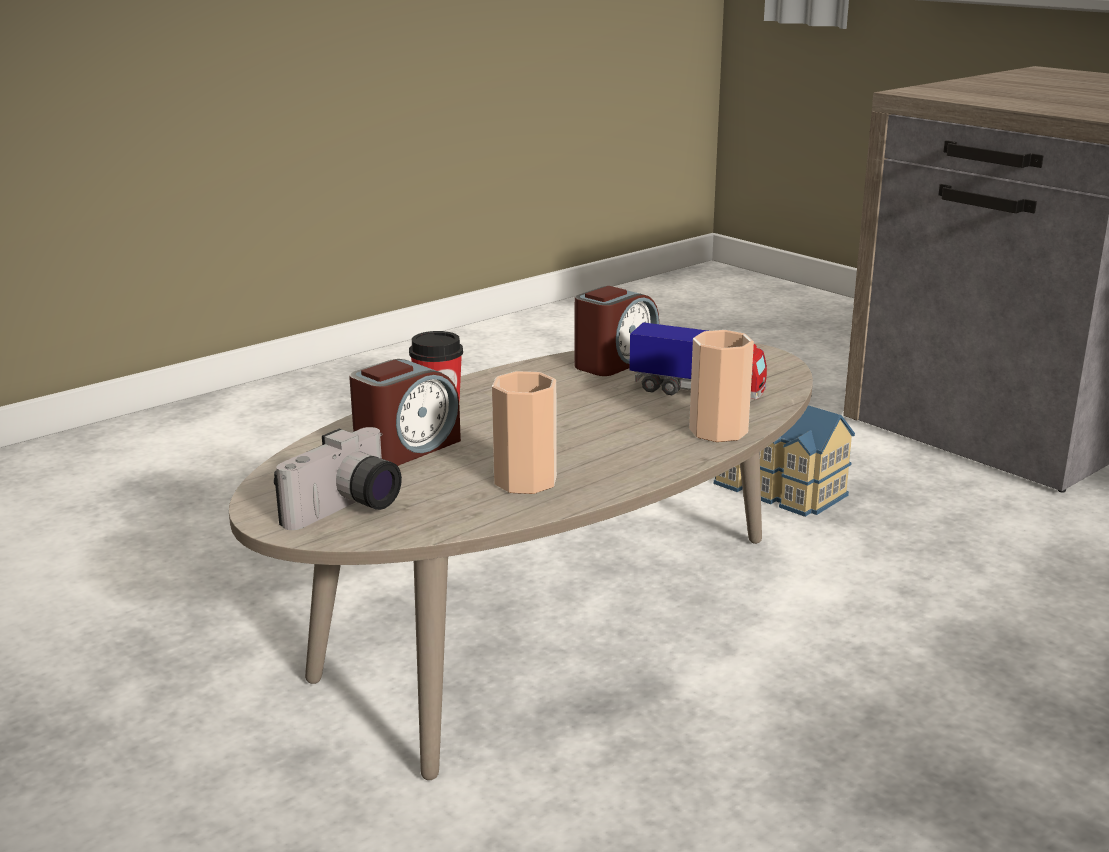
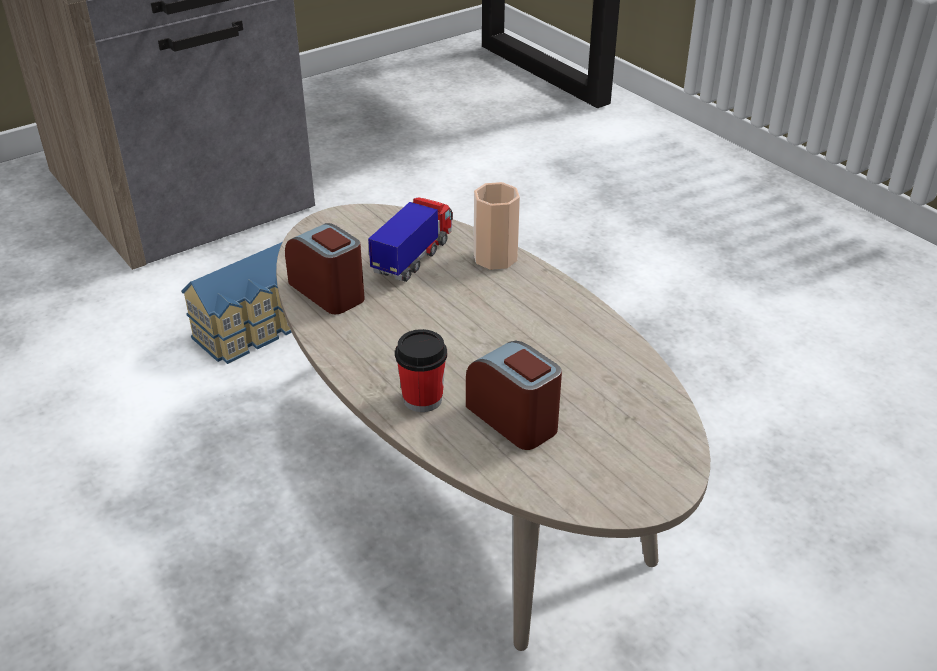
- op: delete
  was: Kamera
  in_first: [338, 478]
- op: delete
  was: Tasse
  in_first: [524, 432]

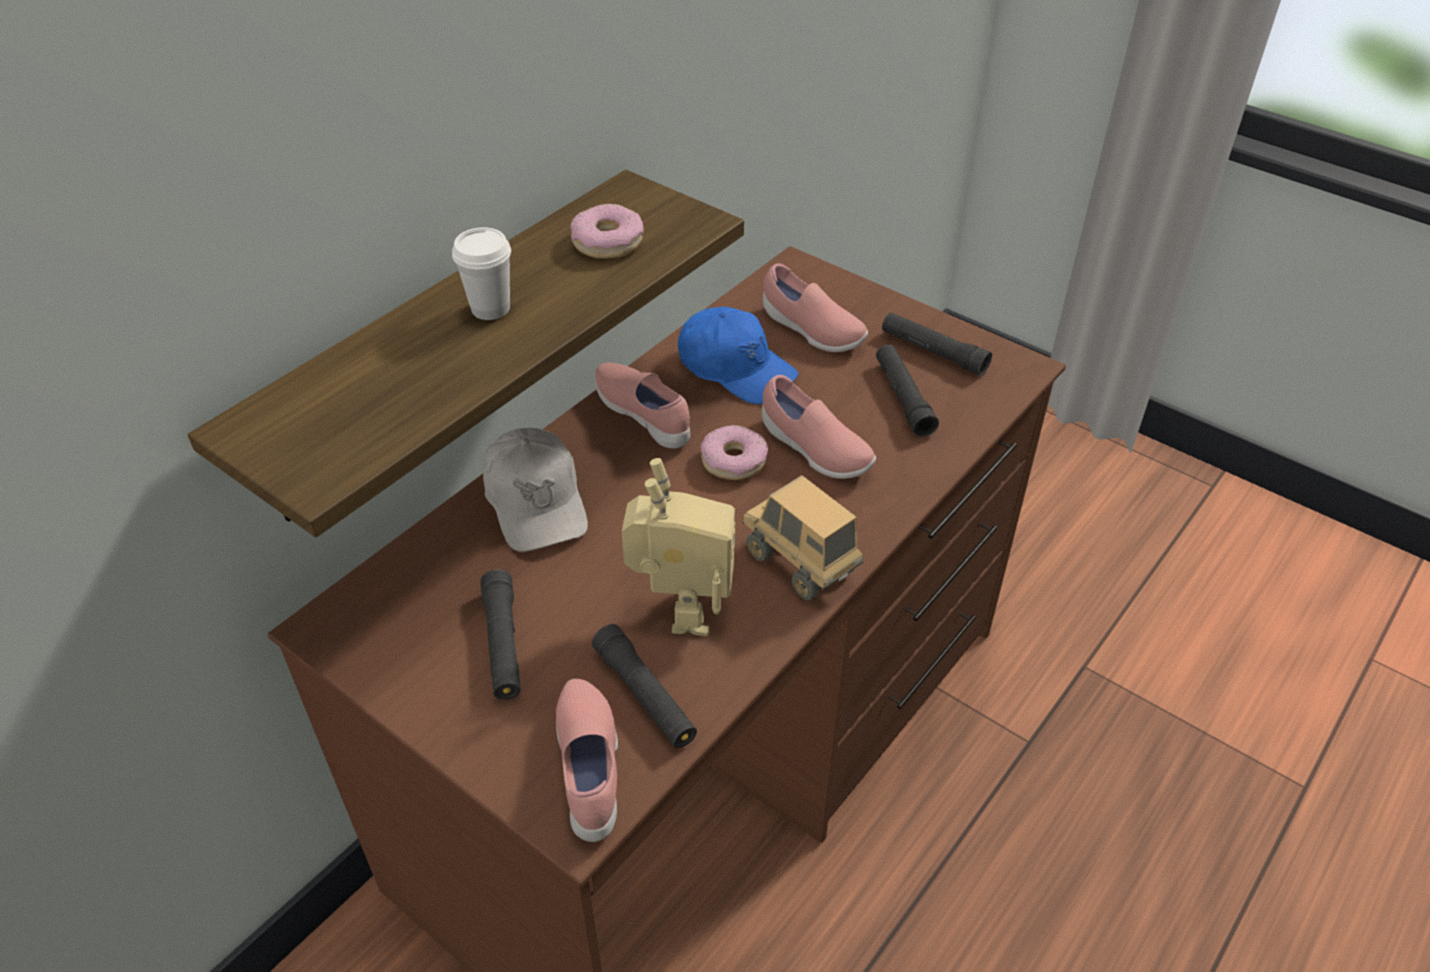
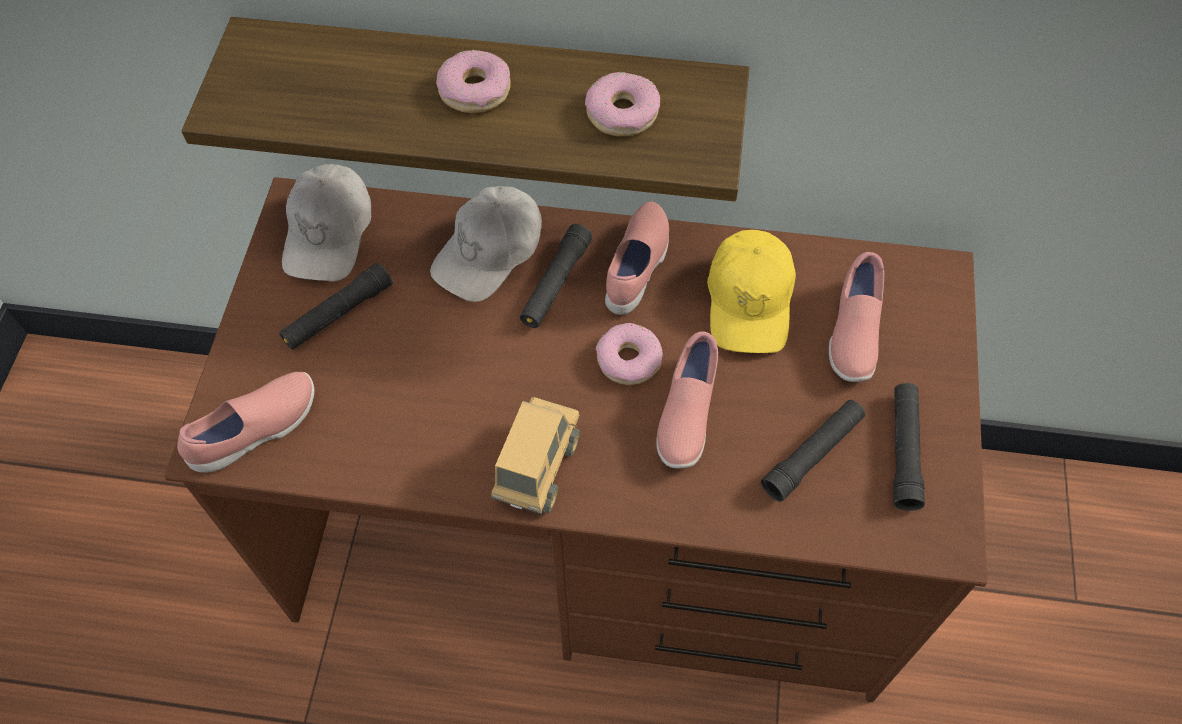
- op: replace
  was: Tasse/weiß
  now: Donut
  in_first: [481, 273]
  in_second: [473, 81]
- op: move
  was: Taschenlampe/schwarz
  in_first: [644, 686]
  in_second: [556, 276]
- op: delete
  was: Spielzeugroboter
  in_first: [678, 547]
- op: recolor
  was: Kappe/blau
  now: Kappe/gelb
  in_first: [738, 355]
  in_second: [751, 291]
- op: insert
  now: Kappe/weiß
  in_second: [326, 222]

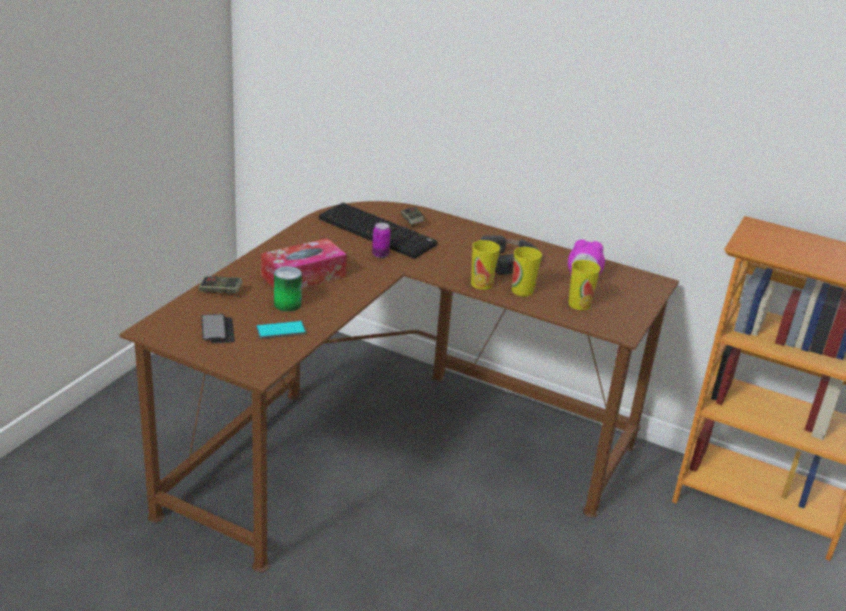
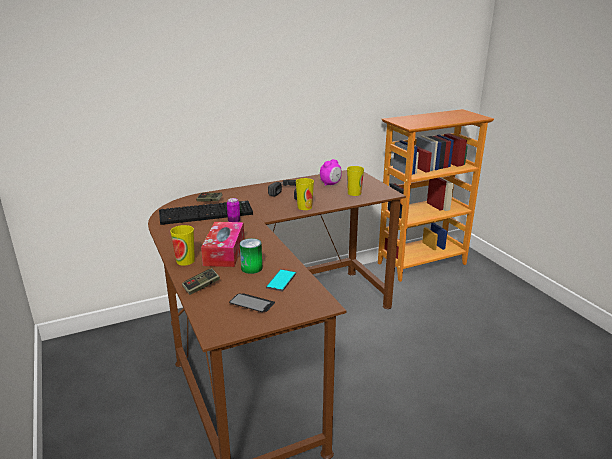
- op: move
  was: Tasse
  in_first: [527, 272]
  in_second: [182, 245]

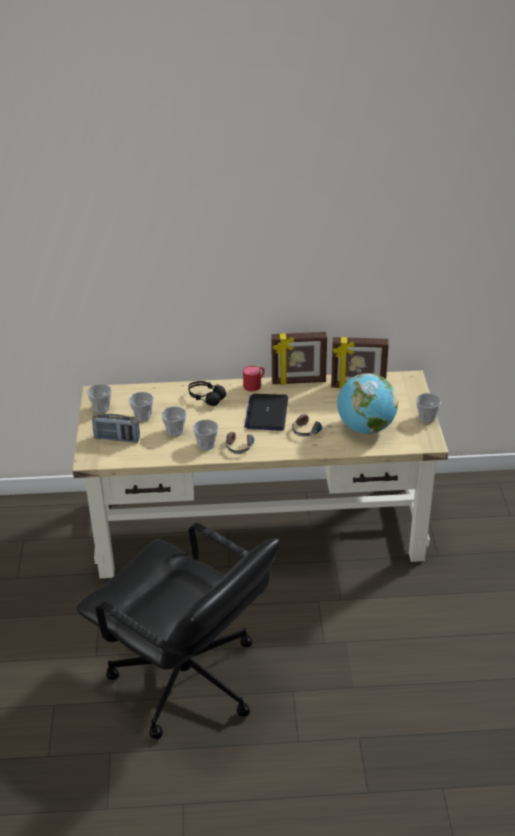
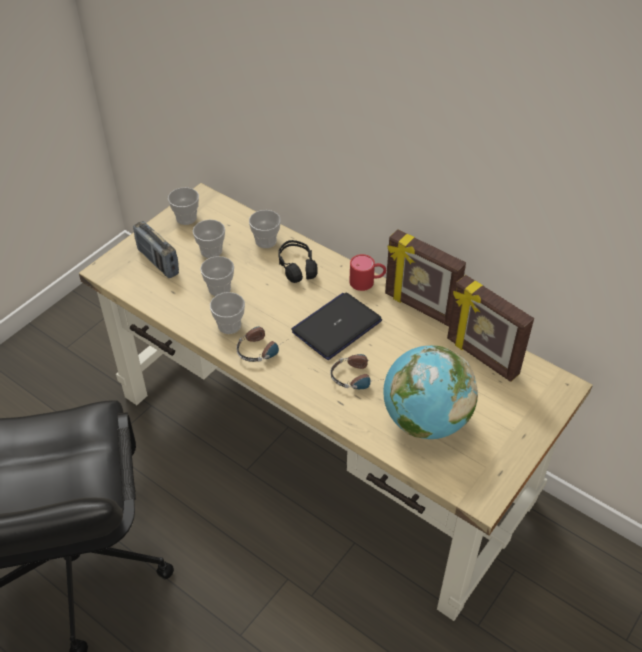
- op: move
  was: Tasse
  in_first: [428, 408]
  in_second: [265, 229]

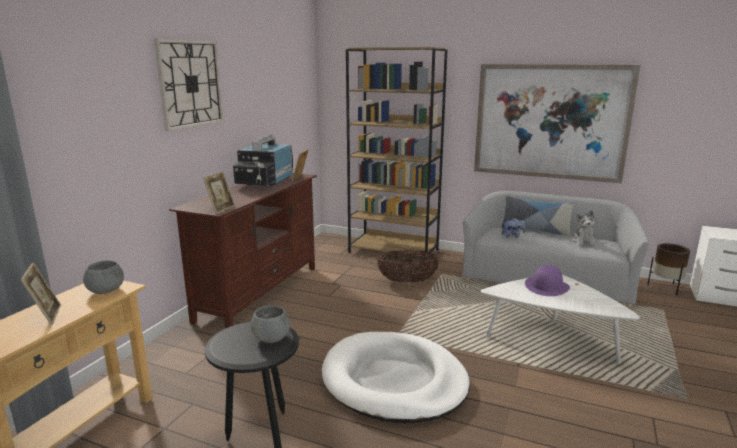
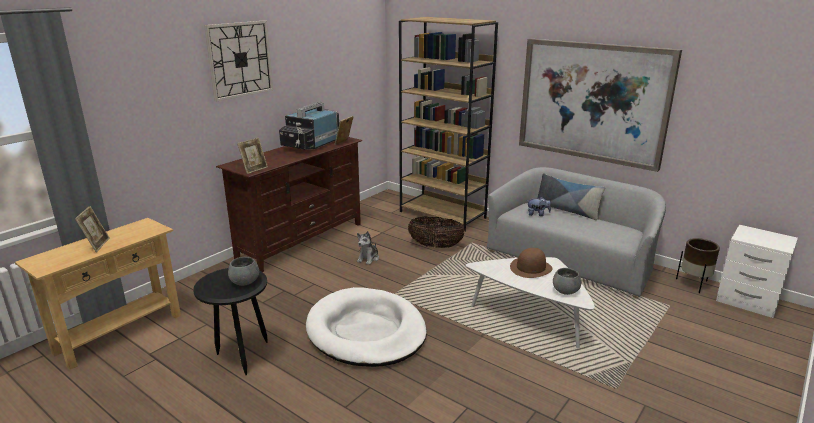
- op: move
  was: Schüssel/grau
  in_first: [103, 277]
  in_second: [567, 281]
- op: recolor
  was: Hut/lila
  now: Hut/braun
  in_first: [547, 280]
  in_second: [531, 263]
- op: move
  was: Plüschtier
  in_first: [584, 228]
  in_second: [368, 248]

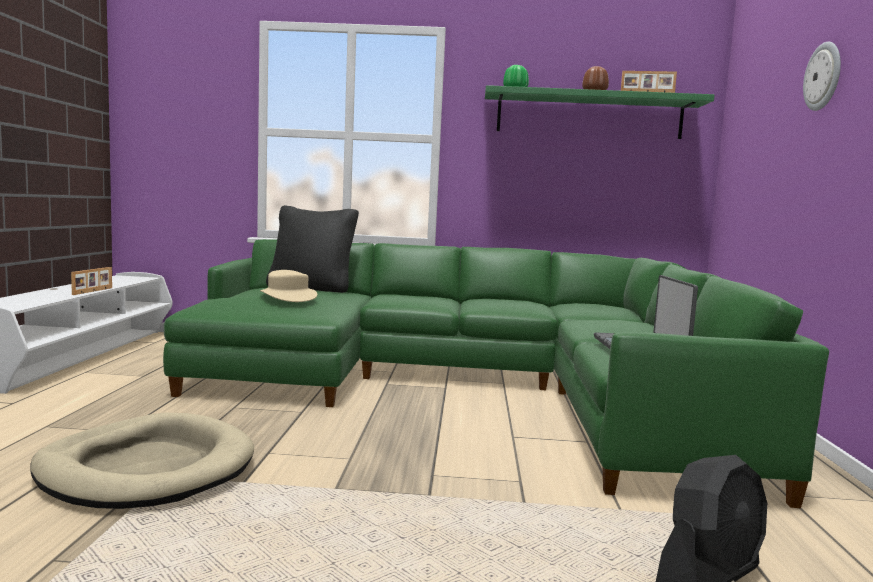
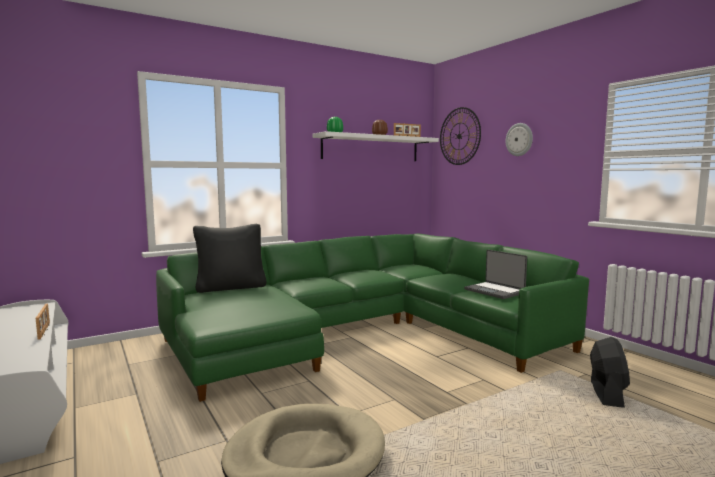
- op: delete
  was: Hut/beige
  in_first: [288, 286]
- op: recolor
  was: Wandregal/grün
  now: Wandregal/weiß
  in_first: [599, 112]
  in_second: [375, 146]
- op: insert
  now: Wanduhr
  in_second: [460, 136]

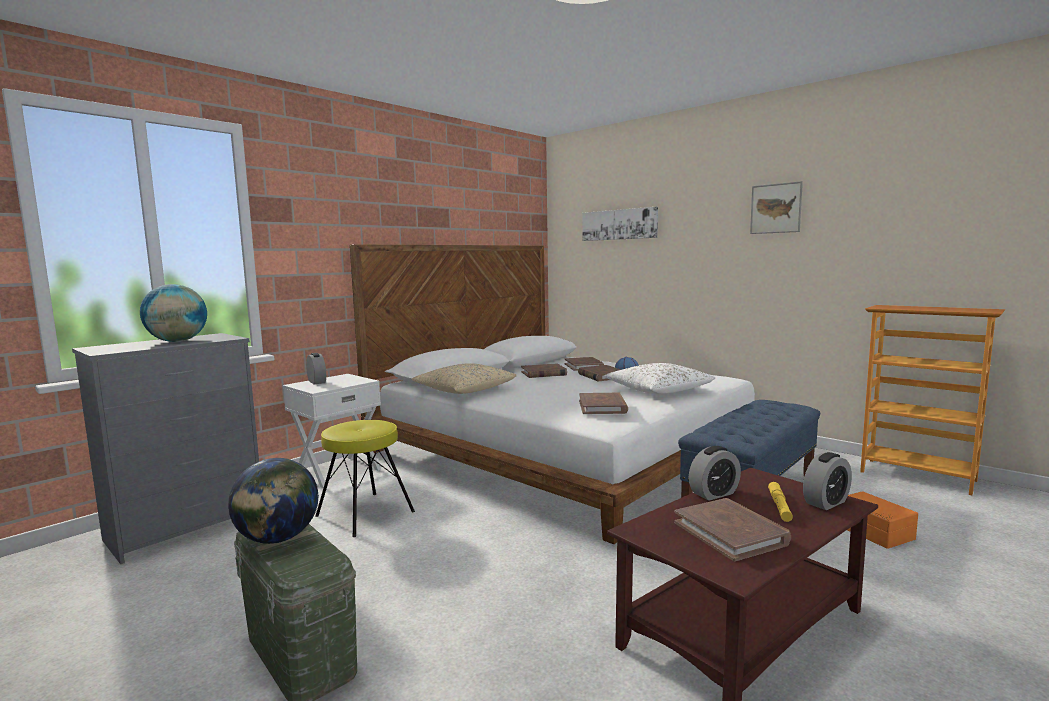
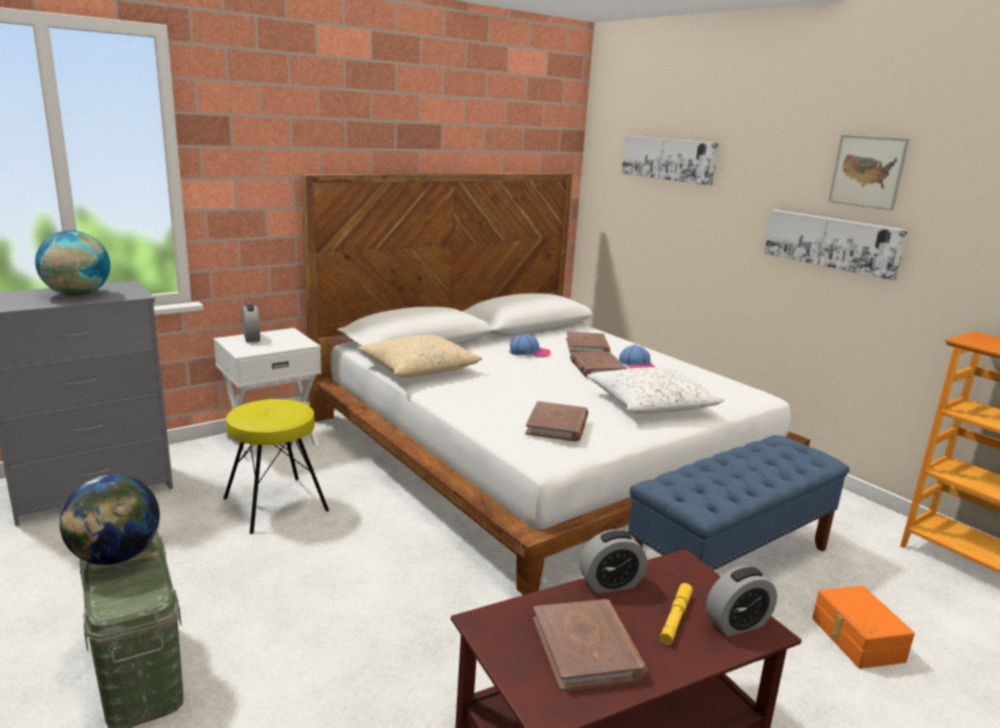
- op: replace
  was: Buch/braun
  now: Kappe
  in_first: [544, 371]
  in_second: [530, 345]
- op: insert
  now: Bild
  in_second: [836, 245]

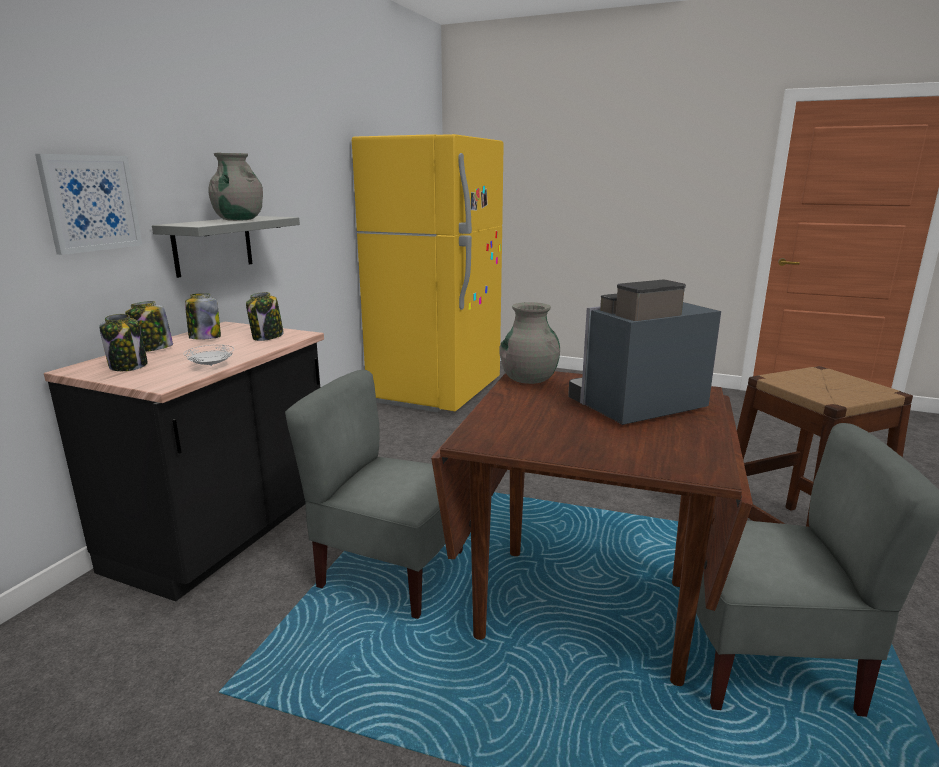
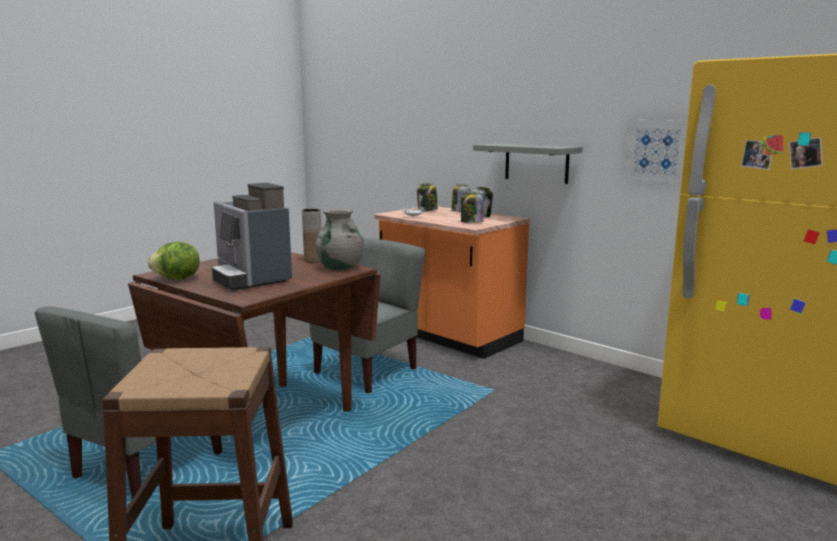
- op: move
  was: Bild
  in_first: [88, 204]
  in_second: [656, 152]
- op: recolor
  was: Küchenzeile/schwarz
  now: Küchenzeile/orange
  in_first: [184, 461]
  in_second: [452, 283]
- op: delete
  was: Vase/grau
  in_first: [235, 187]
- op: rotate
  was: Kaffeemaschine
  in_first: [644, 352]
  in_second: [252, 236]
  clockwise: 150
- op: insert
  now: Salatkopf
  in_second: [173, 261]
- op: insert
  now: Vase/braun
  in_second: [311, 236]

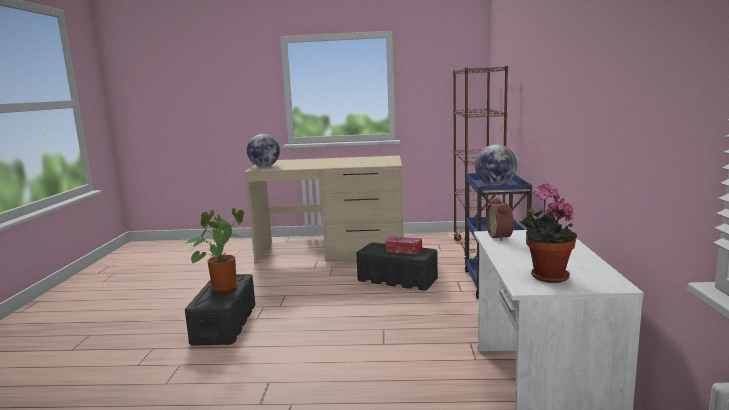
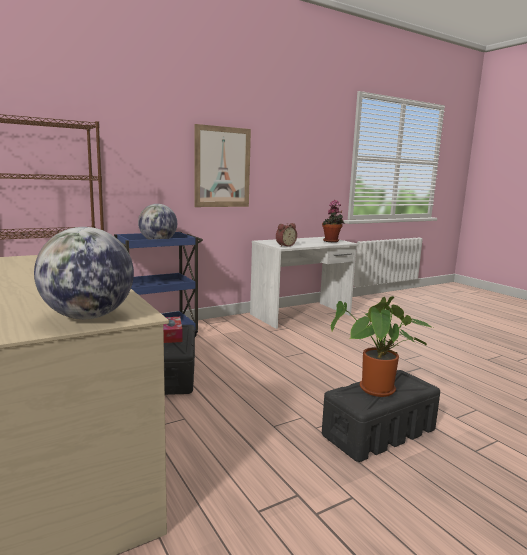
- op: insert
  now: Bild
  in_second: [222, 165]

